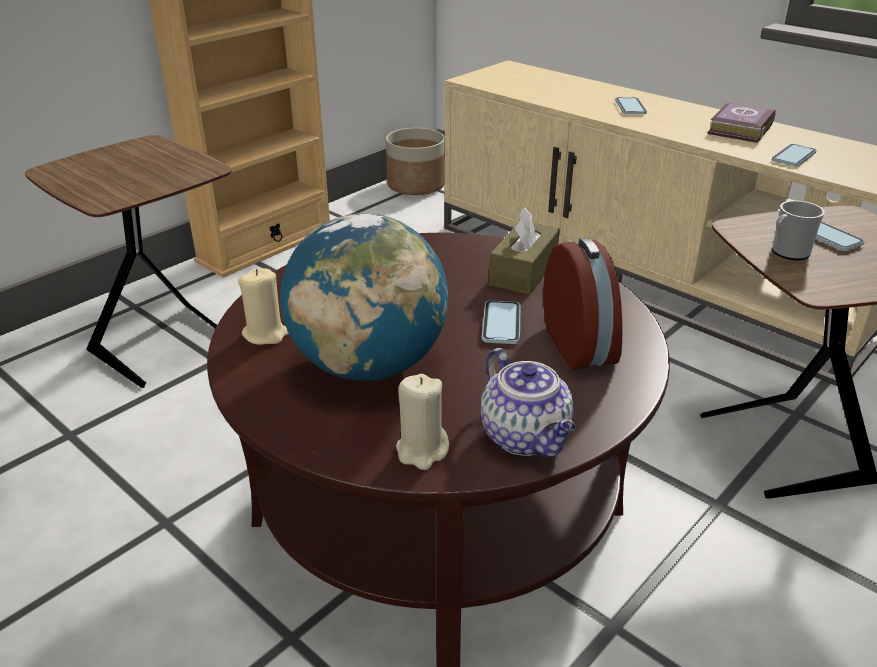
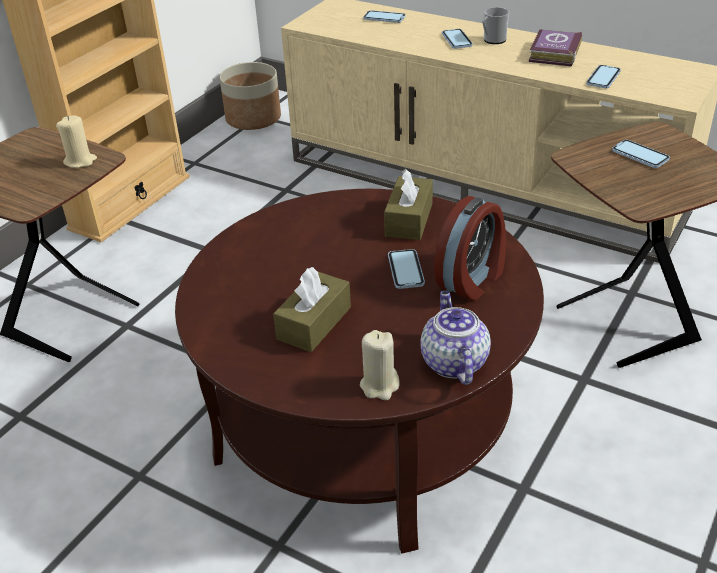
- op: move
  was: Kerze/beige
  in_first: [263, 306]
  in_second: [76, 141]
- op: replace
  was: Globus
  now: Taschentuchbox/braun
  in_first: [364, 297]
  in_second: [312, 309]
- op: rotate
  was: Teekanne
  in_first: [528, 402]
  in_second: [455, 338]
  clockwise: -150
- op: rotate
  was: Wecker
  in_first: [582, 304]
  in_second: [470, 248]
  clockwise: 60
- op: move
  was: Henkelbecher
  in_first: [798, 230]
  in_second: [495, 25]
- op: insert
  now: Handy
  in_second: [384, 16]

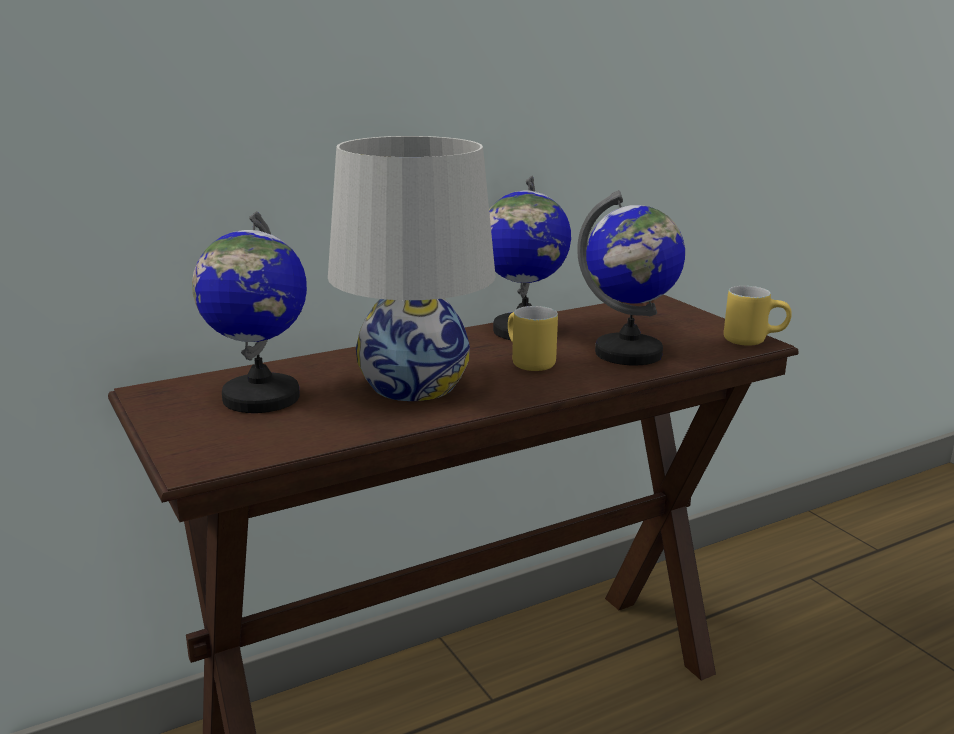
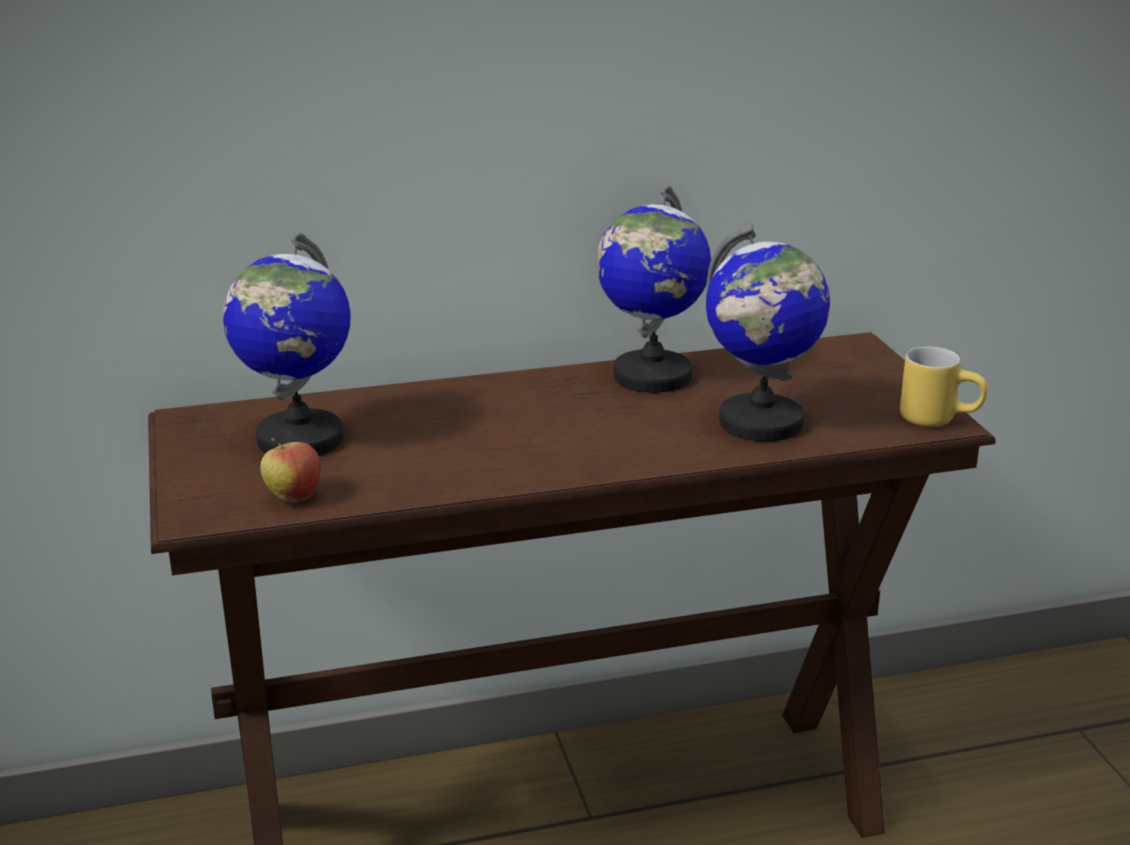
- op: delete
  was: Tischlampe/weiß
  in_first: [412, 268]
- op: delete
  was: Henkelbecher/gelb
  in_first: [533, 338]
- op: insert
  now: Apfel
  in_second: [290, 470]

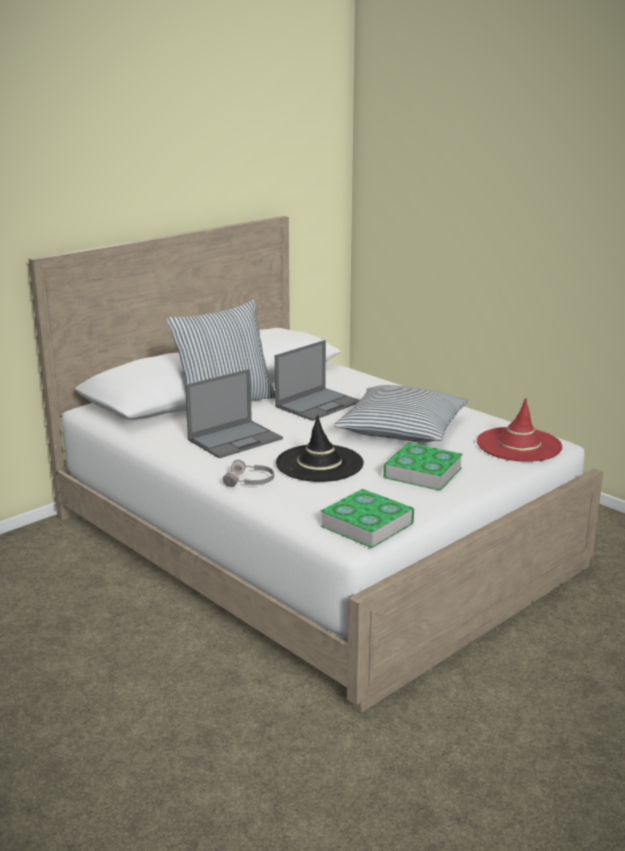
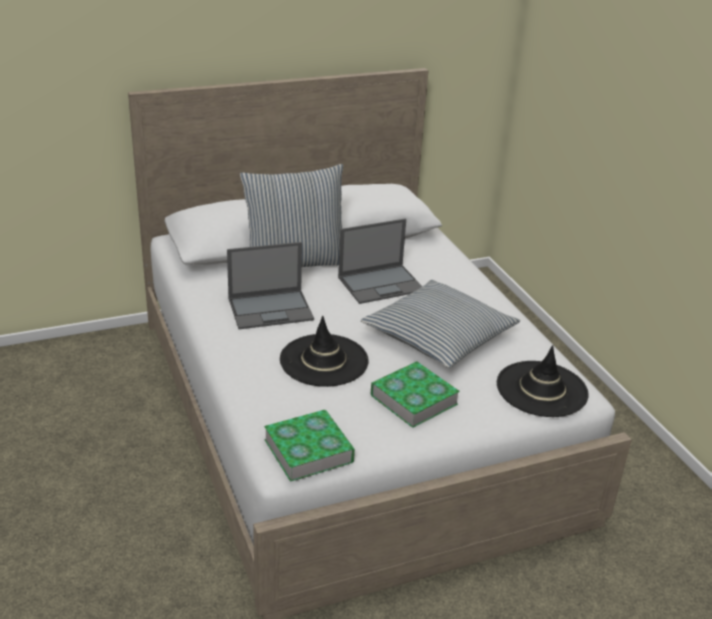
- op: delete
  was: Kopfhörer/grau
  in_first: [248, 473]
- op: recolor
  was: Hut/rot
  now: Hut/schwarz
  in_first: [519, 430]
  in_second: [543, 381]

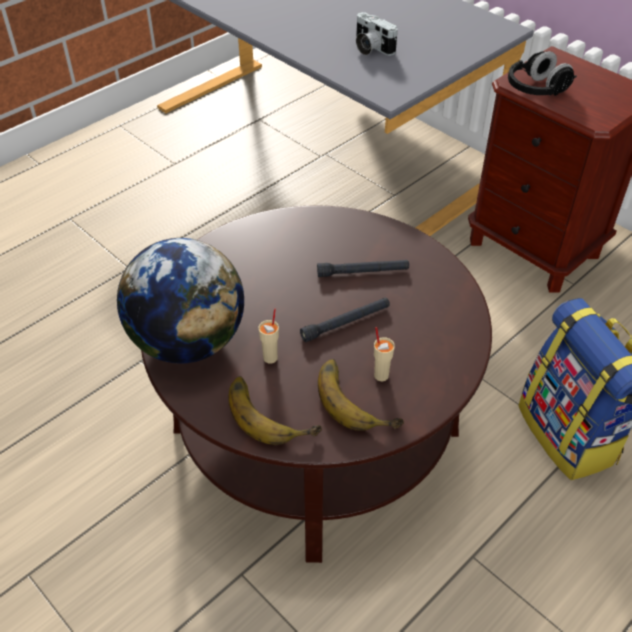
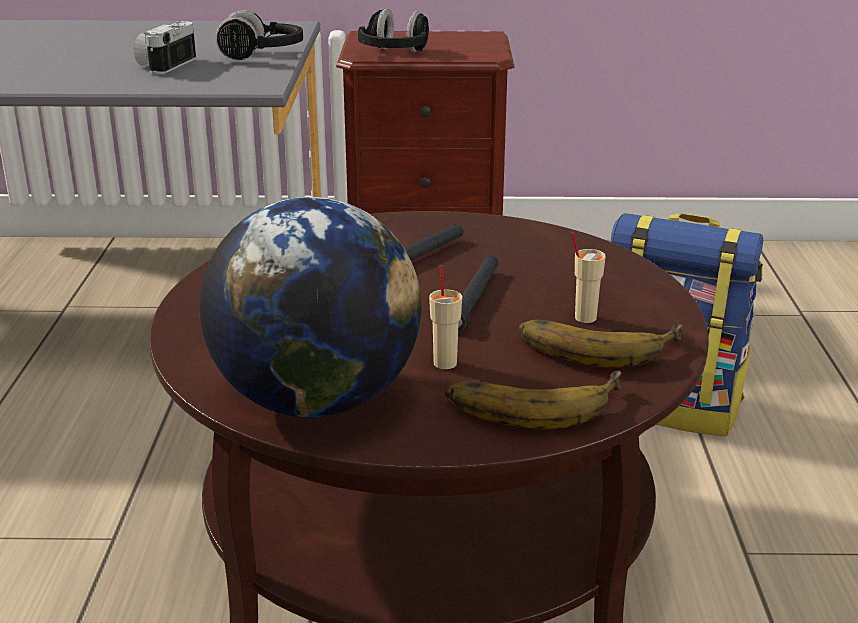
- op: rotate
  was: Kamera
  in_first: [377, 34]
  in_second: [165, 47]
  clockwise: 105
- op: insert
  now: Kopfhörer/schwarz
  in_second: [259, 35]

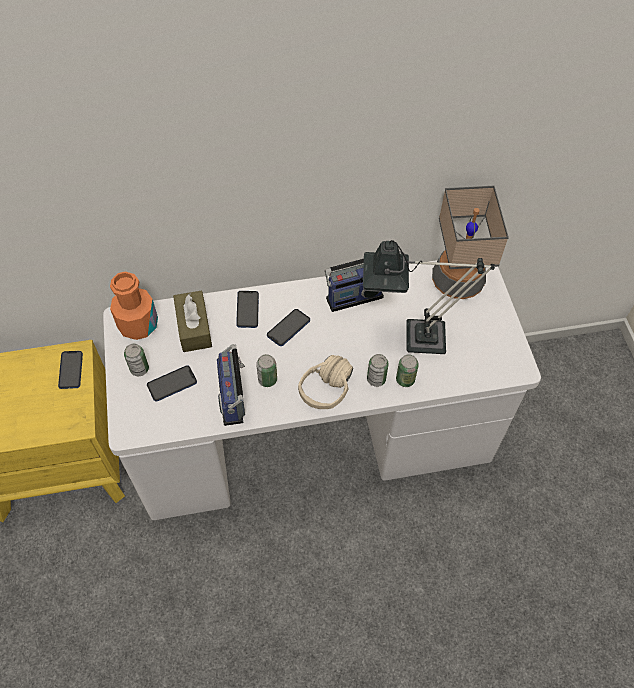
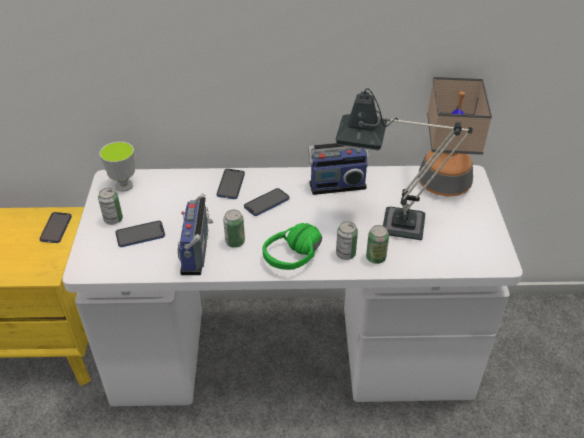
- op: replace
  was: Flasche/orange
  now: Tasse
  in_first: [134, 305]
  in_second: [117, 166]
- op: delete
  was: Taschentuchbox/braun
  in_first: [192, 321]
- op: recolor
  was: Kopfhörer/beige
  now: Kopfhörer/grün
  in_first: [325, 382]
  in_second: [292, 246]

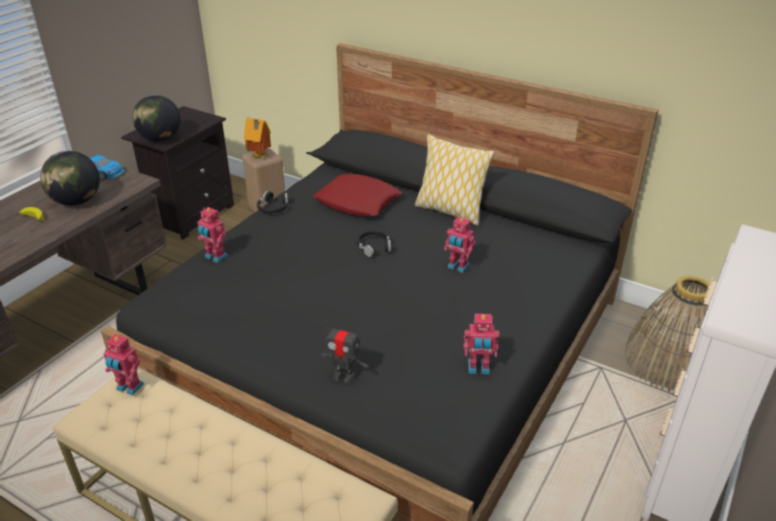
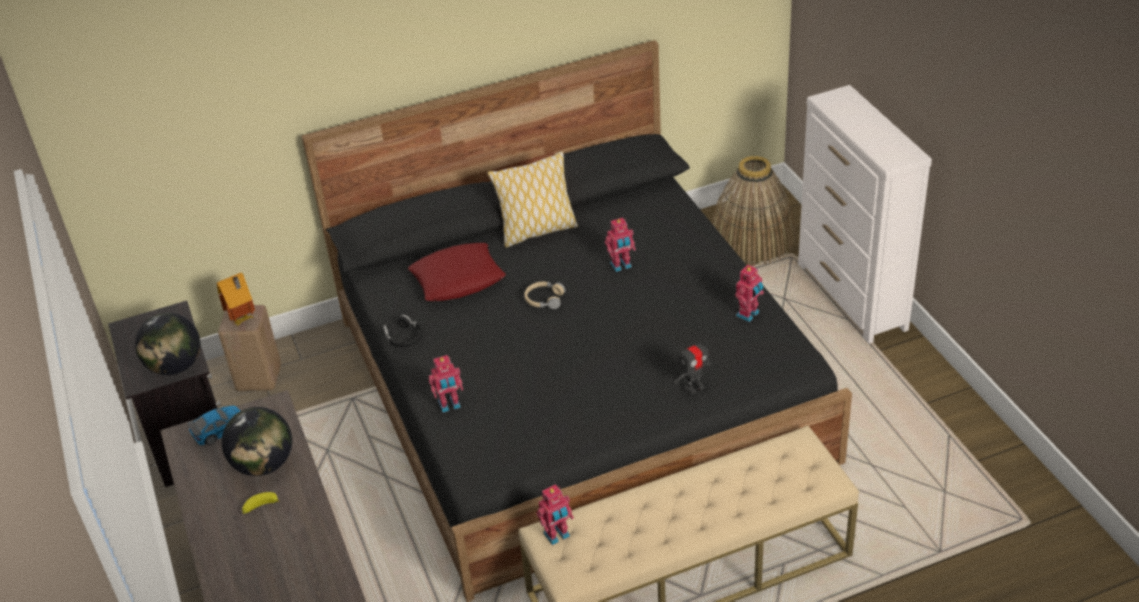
- op: recolor
  was: Kopfhörer/schwarz
  now: Kopfhörer/beige
  in_first: [374, 243]
  in_second: [544, 295]

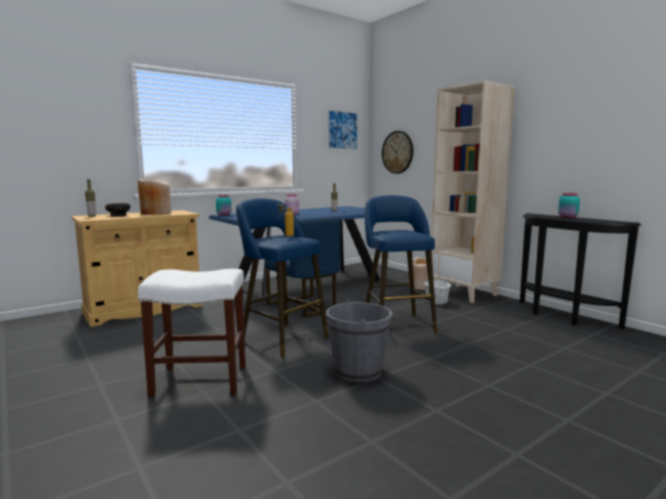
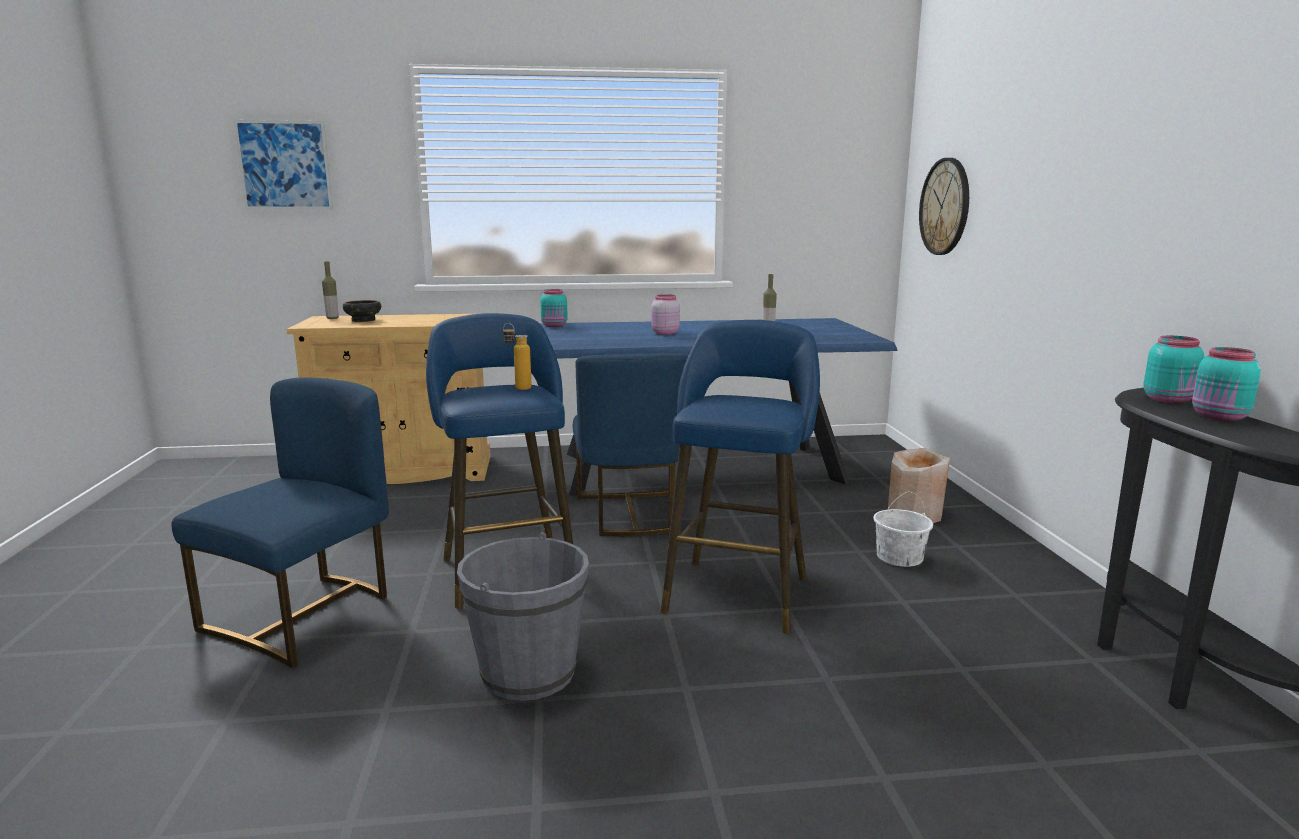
- op: delete
  was: Vase/beige
  in_first: [154, 197]
- op: replace
  was: Hocker/weiß
  now: Stuhl/blau
  in_first: [192, 333]
  in_second: [280, 522]
- op: move
  was: Bild
  in_first: [343, 129]
  in_second: [283, 165]
- op: delete
  was: Bücherregal/beige
  in_first: [473, 191]
- op: insert
  now: Vorratsglas/türkis
  in_second: [1173, 369]

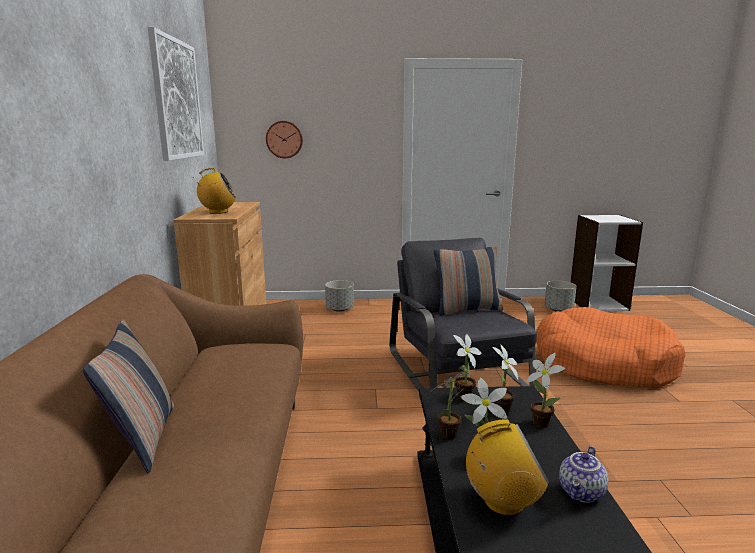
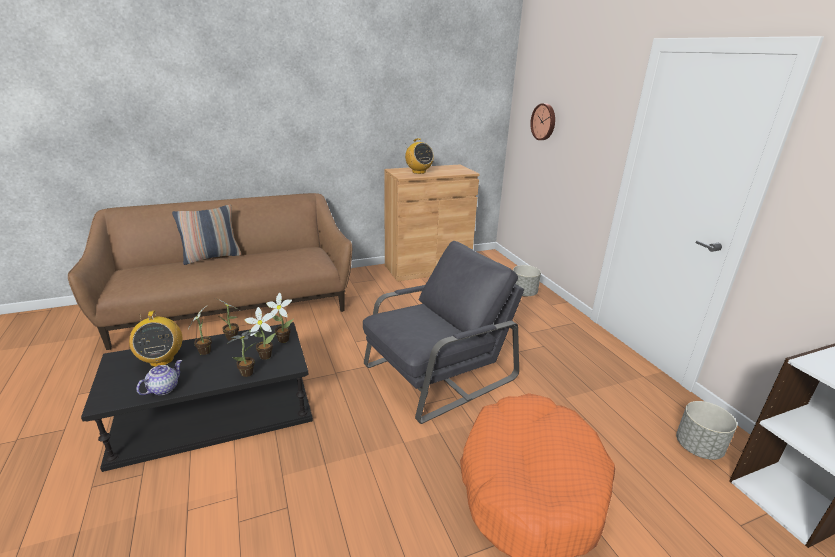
- op: delete
  was: Bild
  in_first: [176, 94]
- op: delete
  was: Kissen
  in_first: [468, 281]
- op: rotate
  was: Teekanne
  in_first: [583, 474]
  in_second: [159, 377]
  clockwise: 105

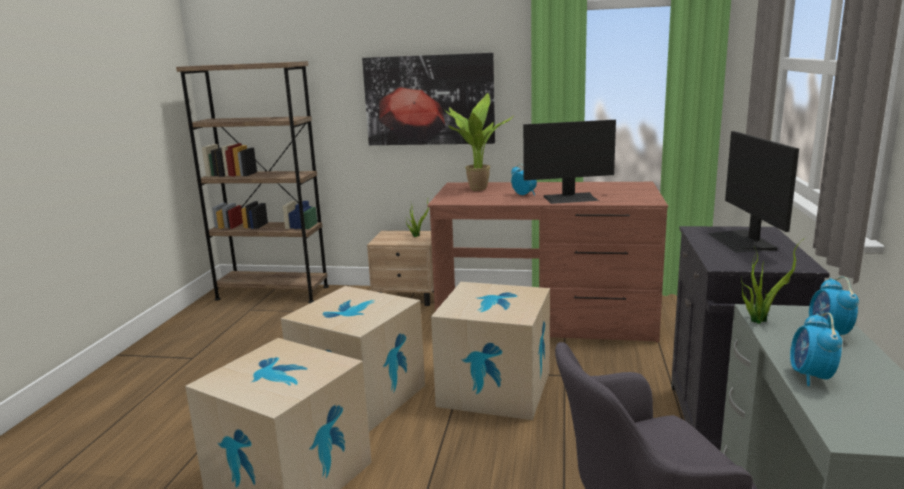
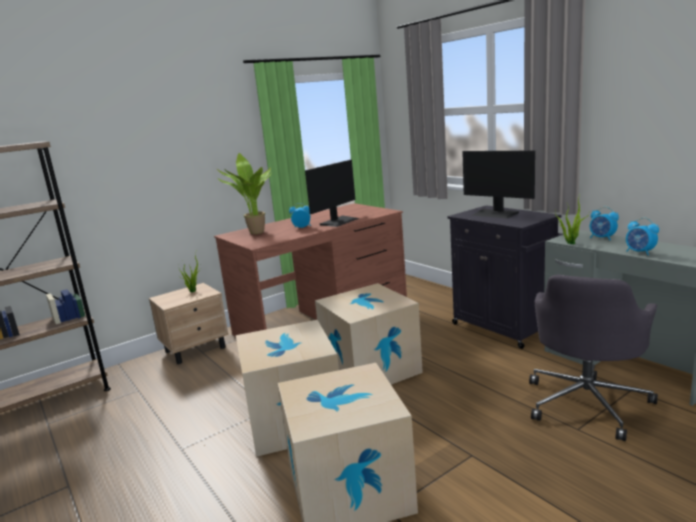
- op: delete
  was: Bild
  in_first: [428, 99]

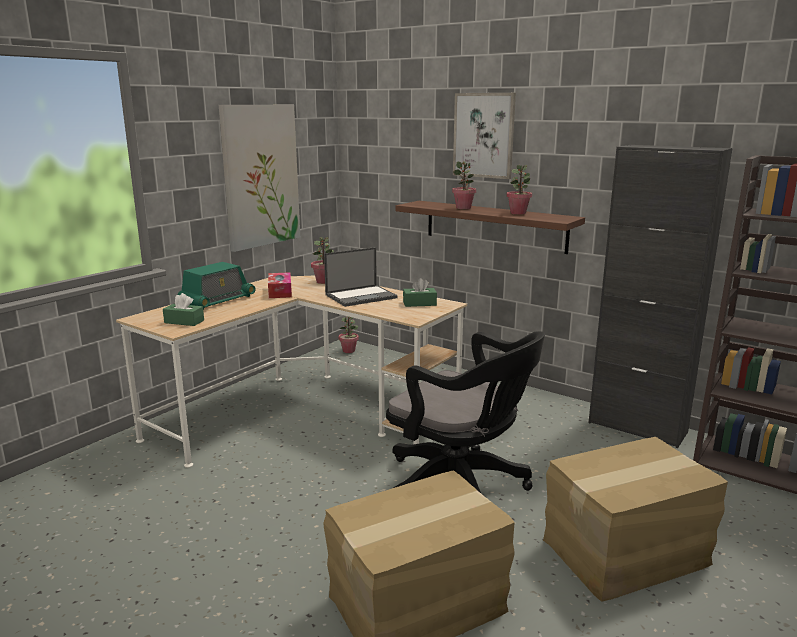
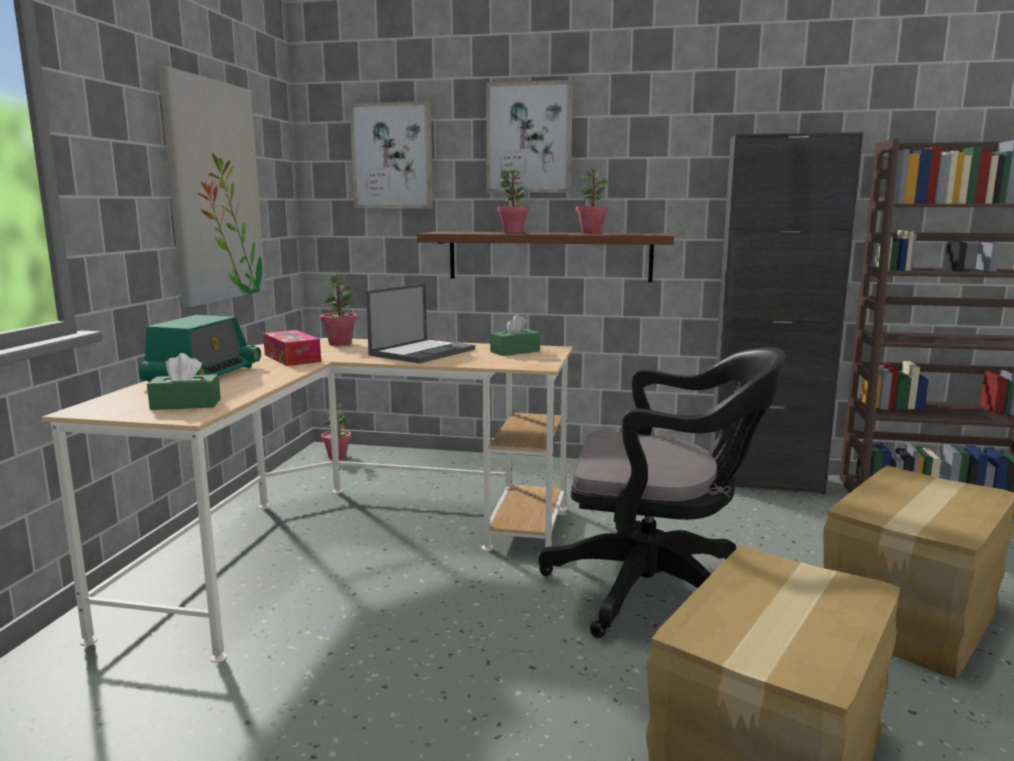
- op: insert
  now: Bild
  in_second: [391, 154]

